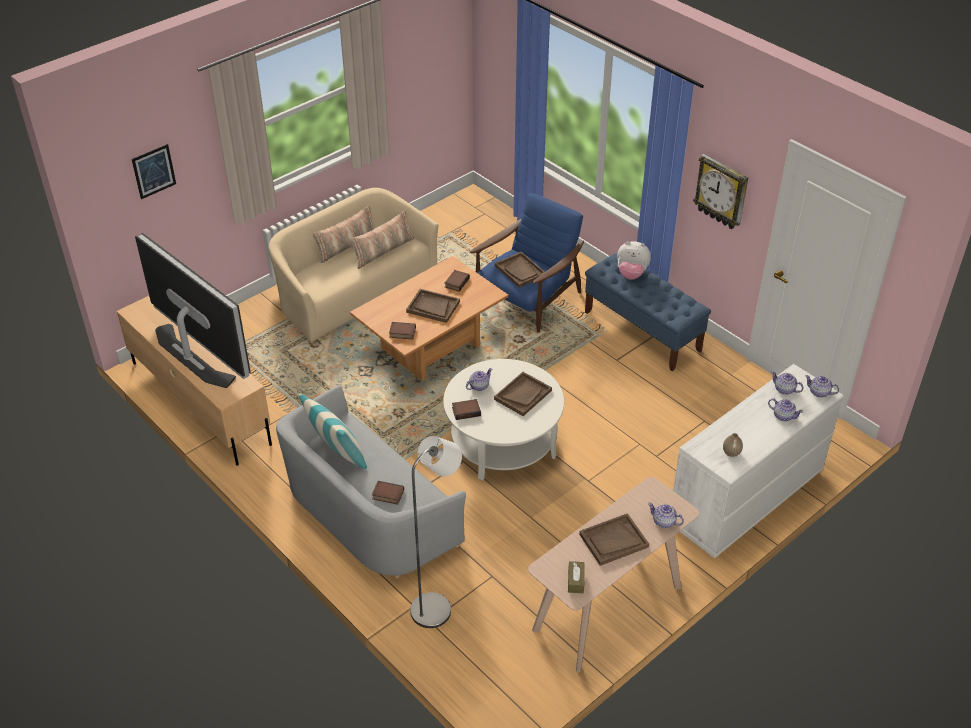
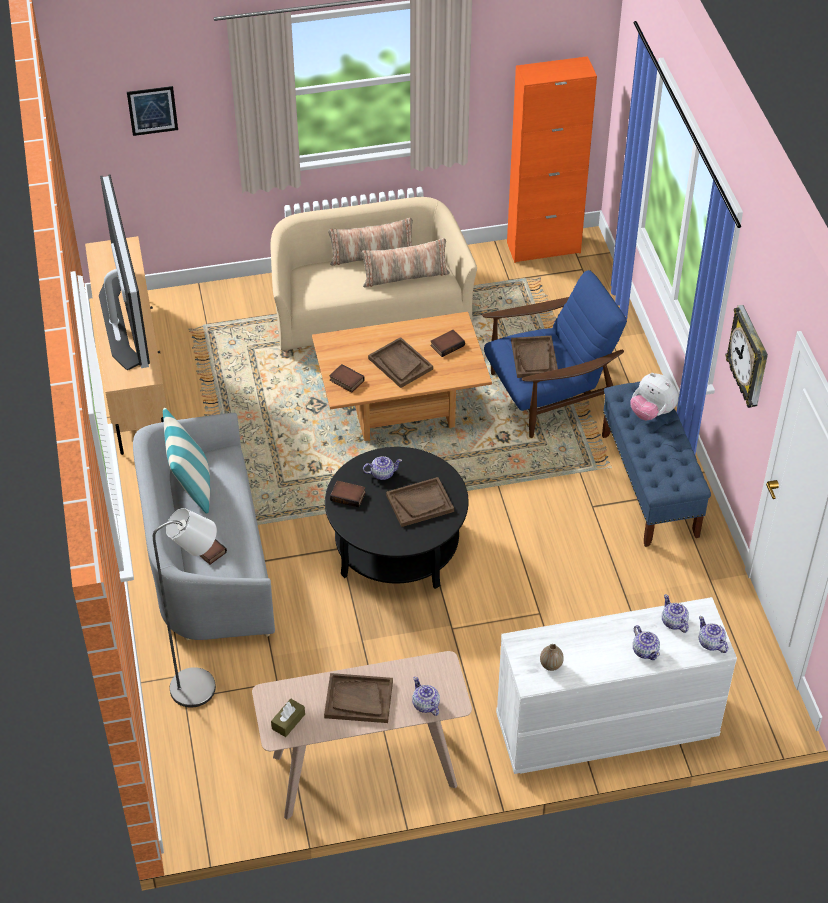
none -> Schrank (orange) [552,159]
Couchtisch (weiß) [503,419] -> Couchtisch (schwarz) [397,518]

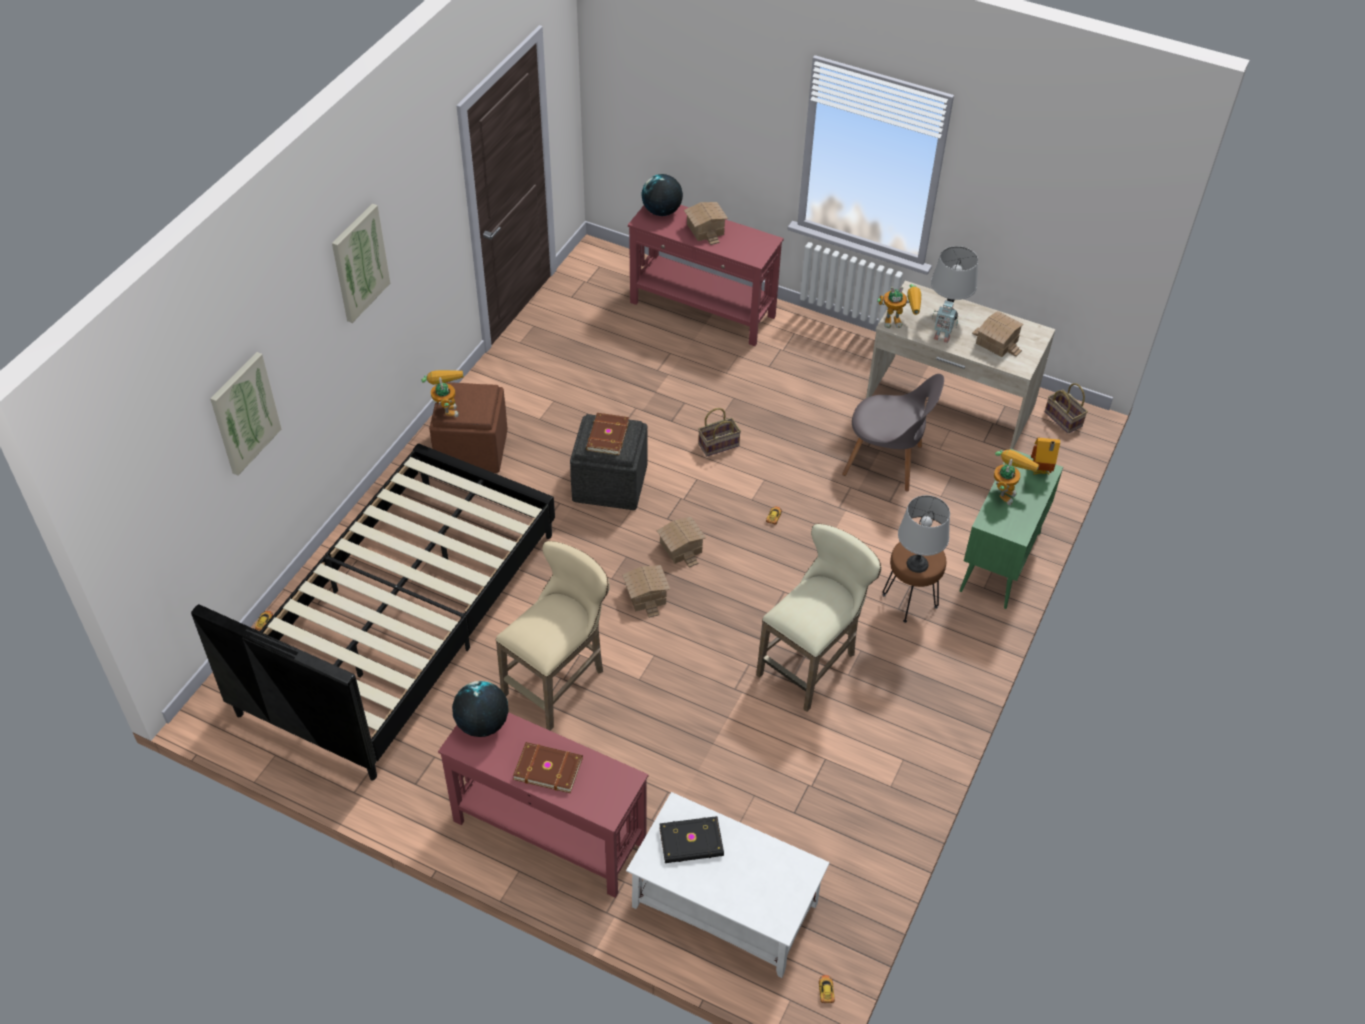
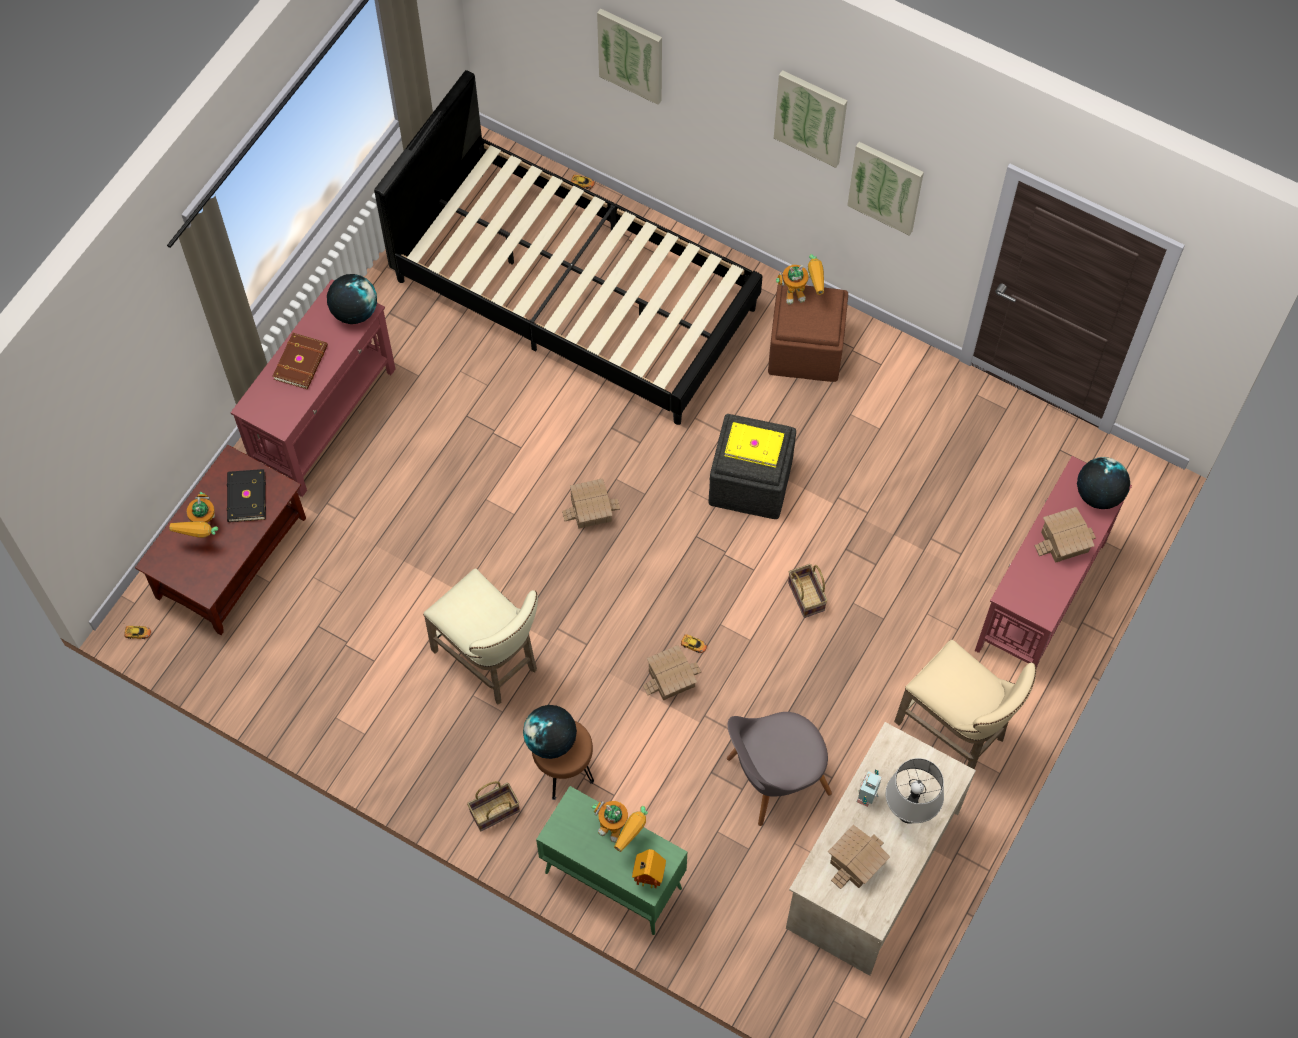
none -> Bild [885,189]
Hocker (beige) [552,636] -> Hocker (beige) [965,704], move
Spielzeughaus [681,542] -> Spielzeughaus [672,672], move
Spielzeugroboter [899,306] -> Spielzeugroboter [194,515], move
Korb [1066,408] -> Korb [493,806], move
Tischlampe (grau) [924,534] -> Globus [550,732]
Buch (braun) [607,434] -> Buch (gelb) [754,445]
Couchtisch (weiß) [728,885] -> Couchtisch (braun) [220,540]
Stuhl (grau) [893,433] -> Stuhl (grau) [779,769], 45 degrees clockwise

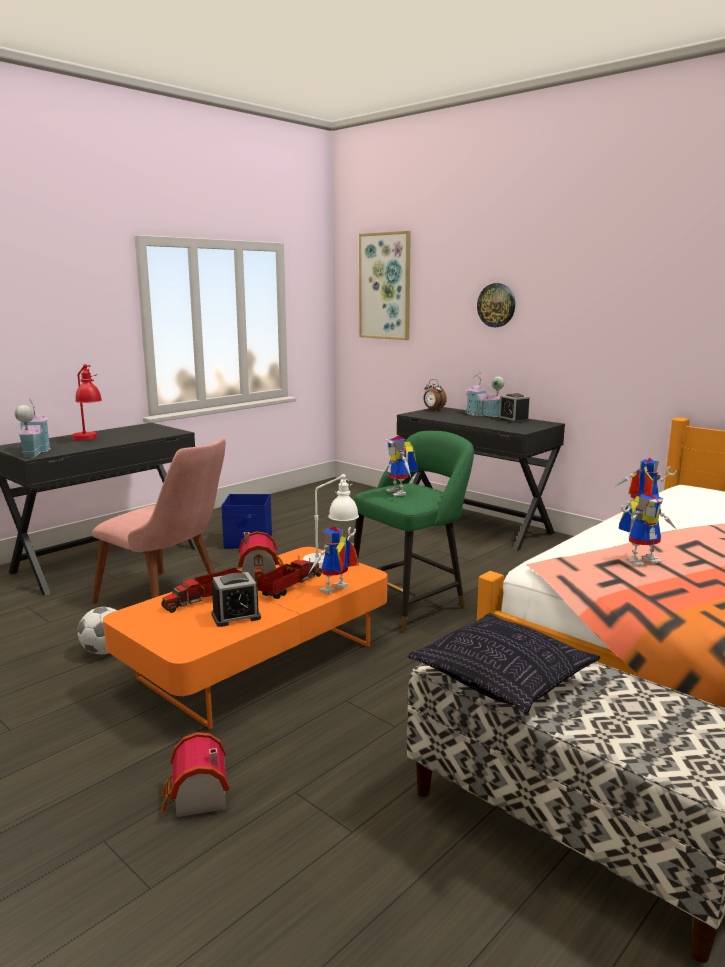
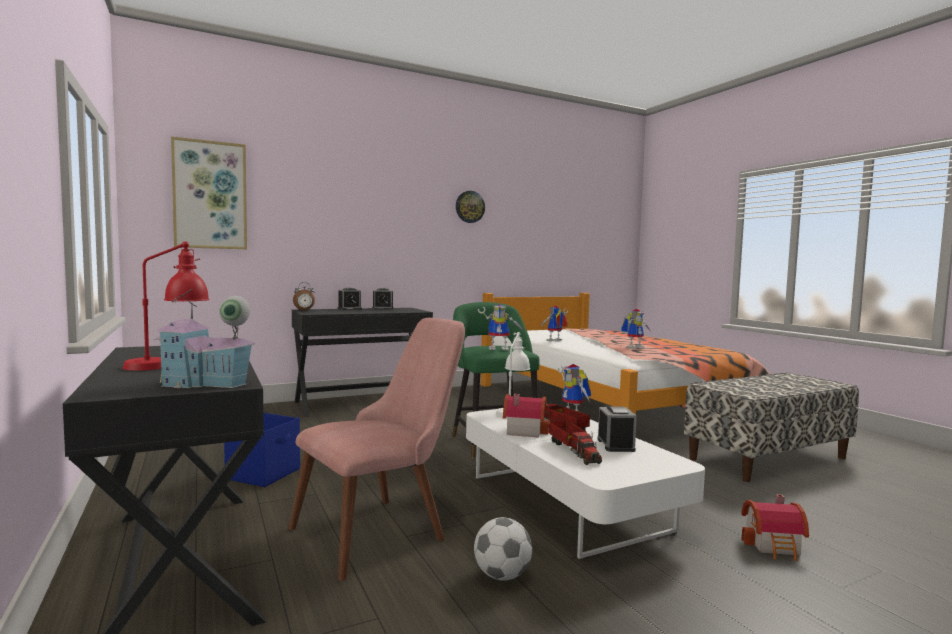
Kissen [503,663] -> none
Wanduhr [496,305] -> Wanduhr [470,207], move
Spielzeughaus [484,395] -> Wecker [350,299]
Couchtisch (orange) [245,638] -> Couchtisch (weiß) [585,481]
Spielzeugroboter [648,529] -> Spielzeugroboter [635,329], 60 degrees clockwise

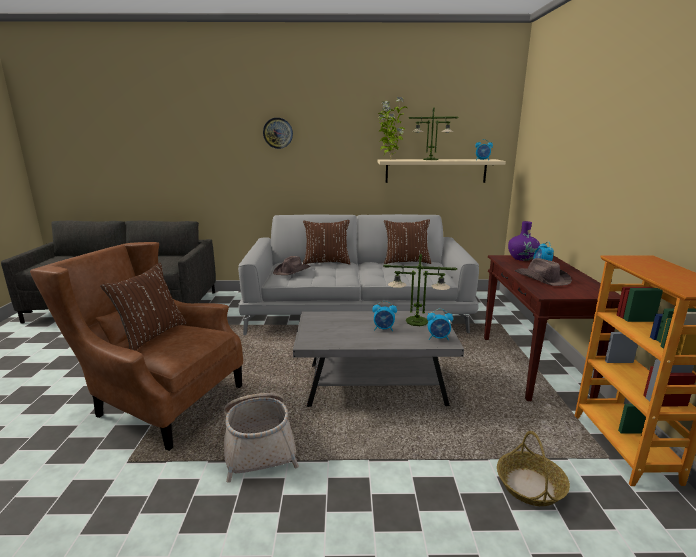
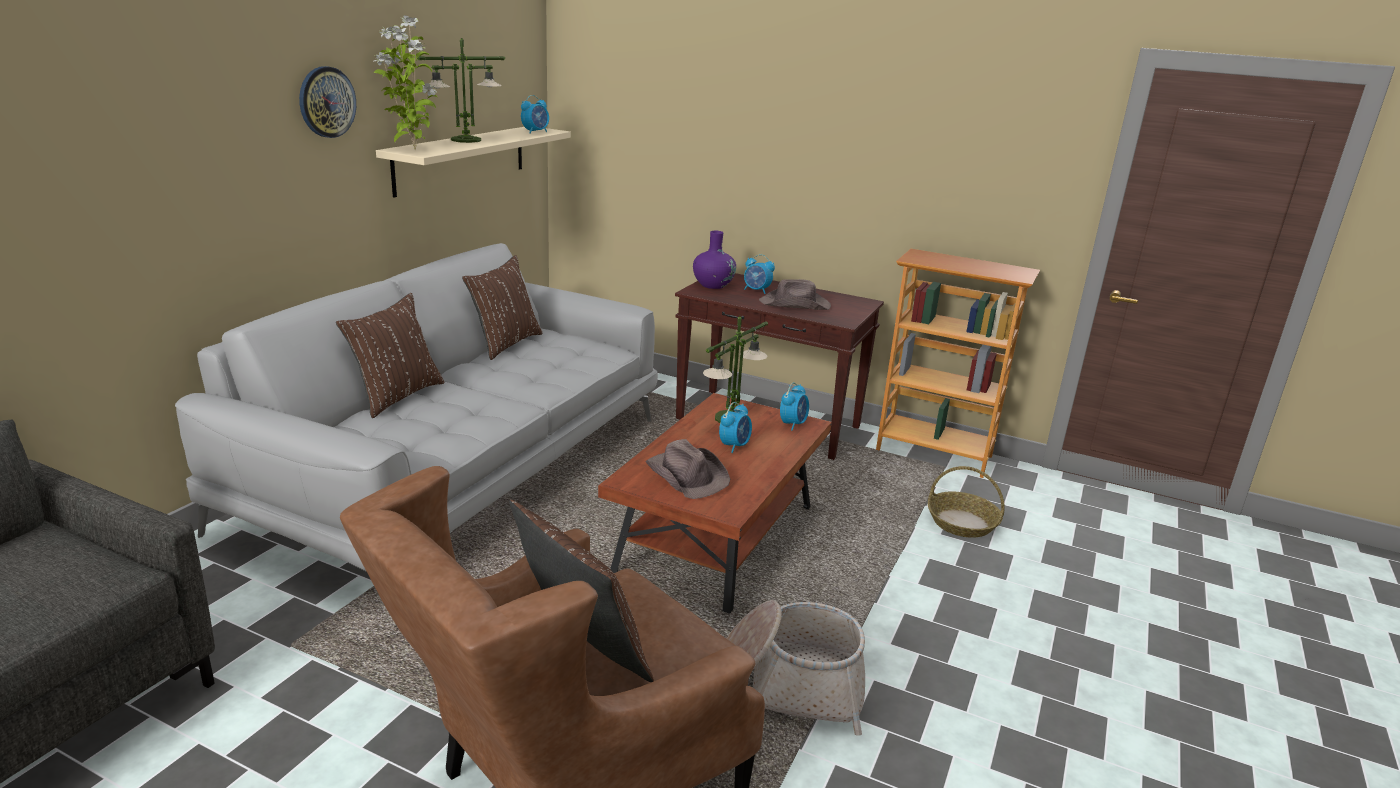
Wanduhr [278,133] -> Wanduhr [327,102], move
Hut (braun) [292,265] -> Hut (braun) [687,469], move
Couchtisch (grau) [378,359] -> Couchtisch (braun) [715,503]

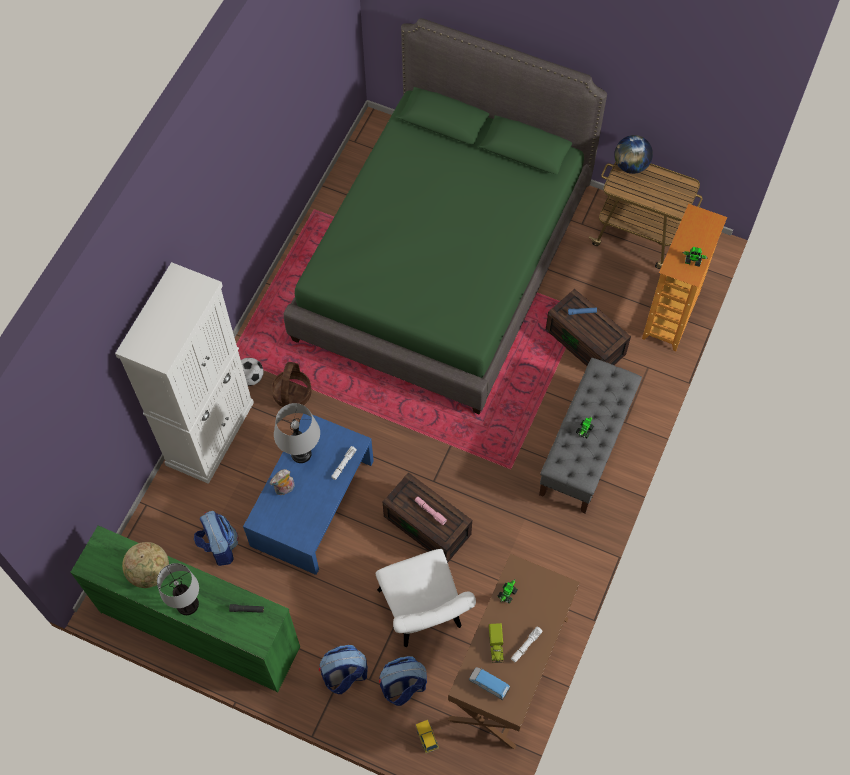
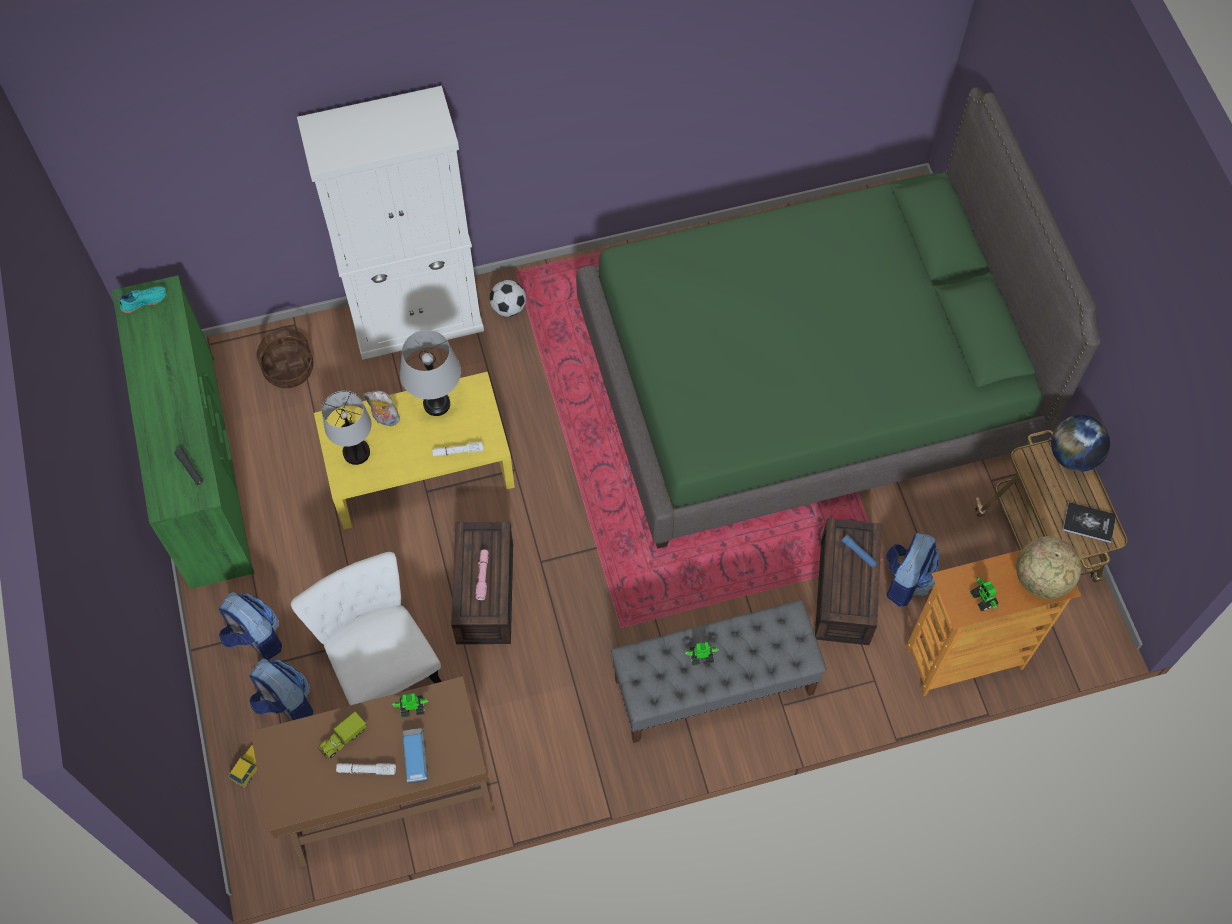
none -> Schuh (türkis) [141,299]
none -> Buch [1089,522]
Globus [145,565] -> Globus [1048,567], move
Tischlampe [178,589] -> Tischlampe [347,428], move
Rucksack [216,538] -> Rucksack [913,570], move
Korb [291,384] -> Korb [285,357], move
Spielzeugauto [489,683] -> Spielzeugauto [415,756], move
Couchtisch (blau) [308,494] -> Couchtisch (gelb) [414,451]
Stuhl (weiß) [426,598] -> Stuhl (weiß) [366,628], 120 degrees clockwise

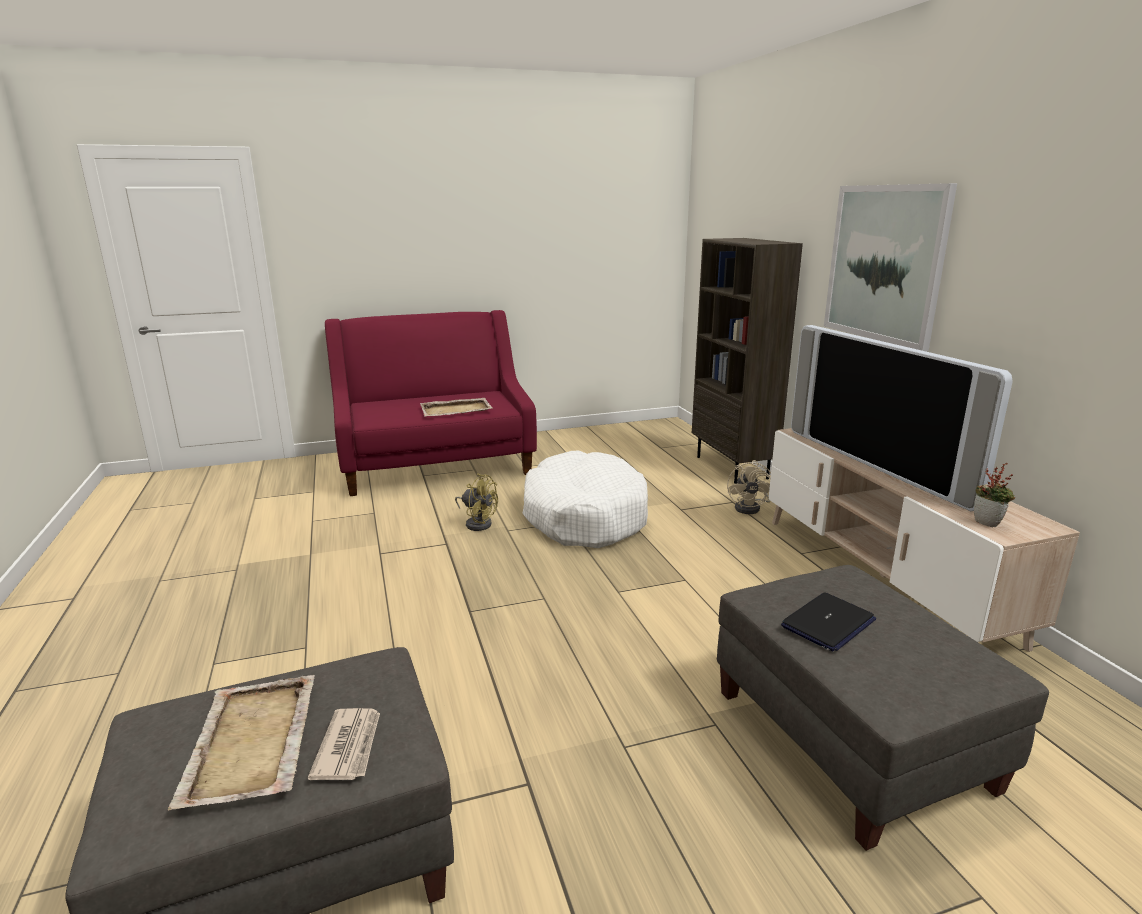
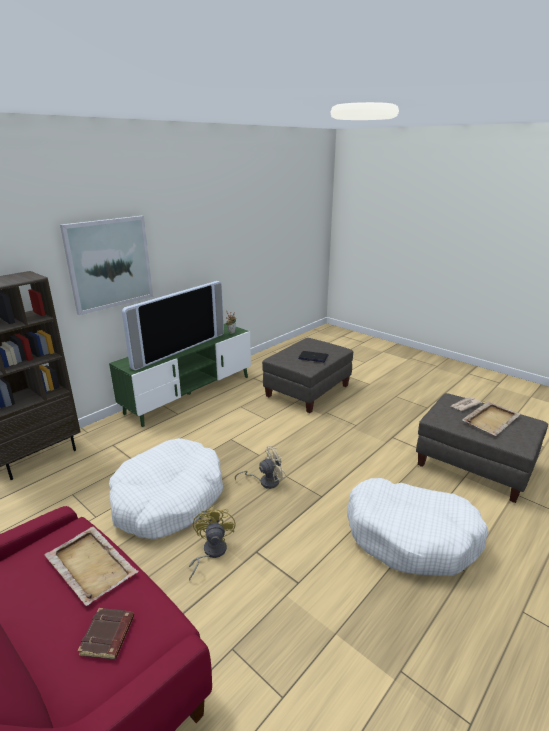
none -> Buch (braun) [105,633]
none -> Hundebett (weiß) [418,527]
Ventilator (beige) [749,487] -> Ventilator (beige) [260,467], move
Fernsehschrank (beige) [924,540] -> Fernsehschrank (grün) [180,375]

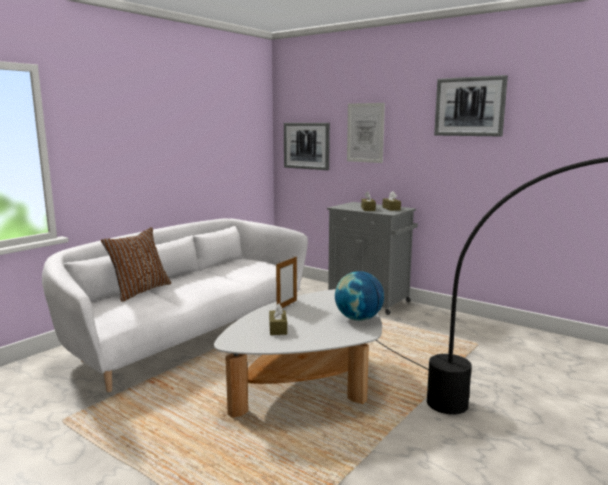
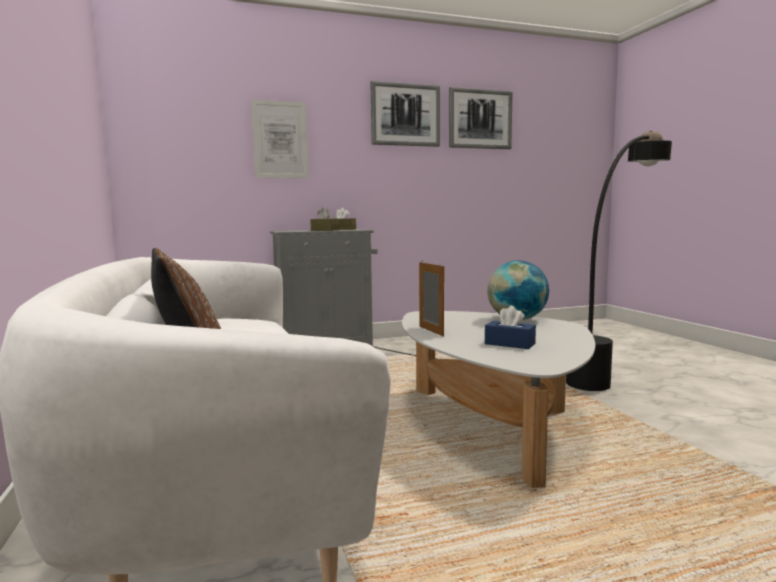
Bild [307,146] -> Bild [481,118], move
Taschentuchbox (braun) [278,319] -> Taschentuchbox (blau) [510,327]

